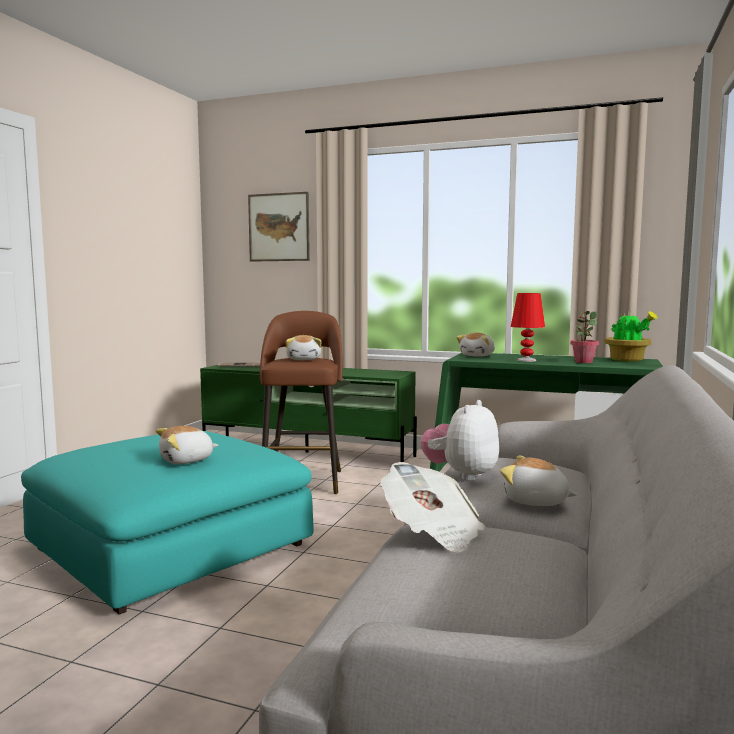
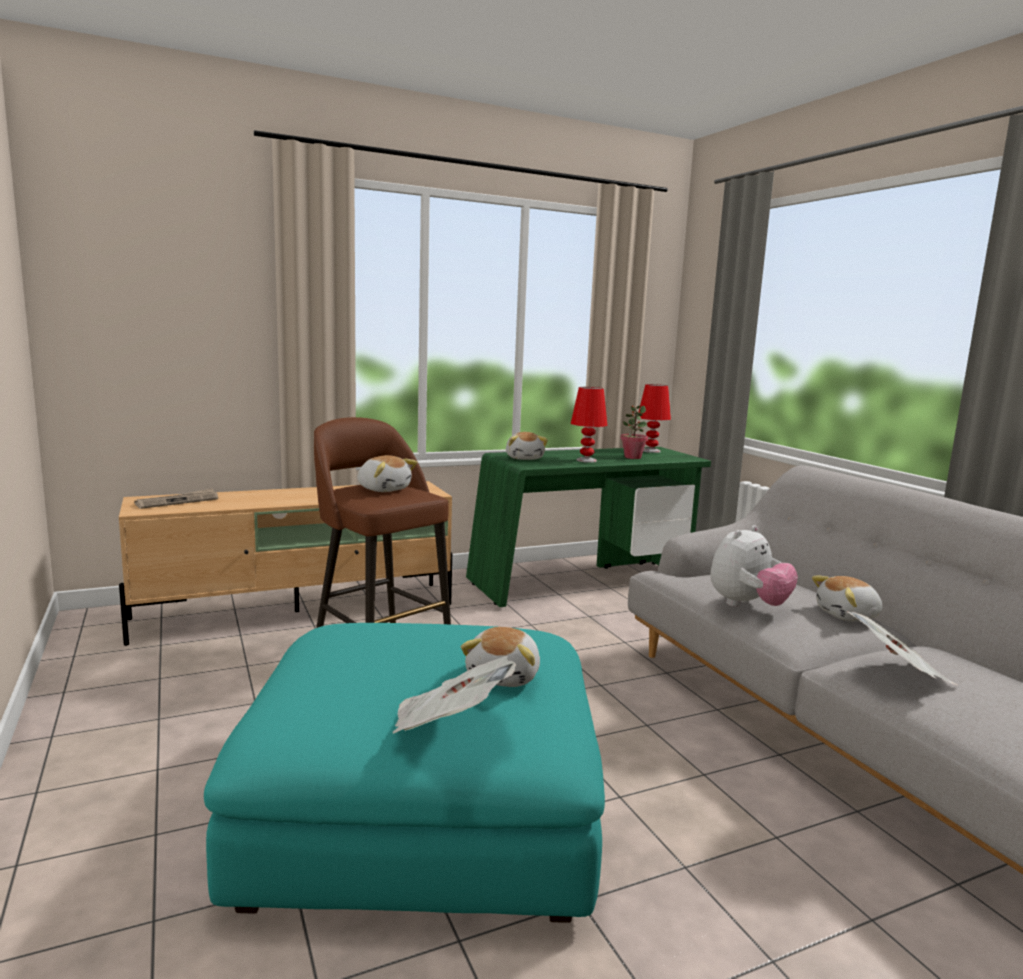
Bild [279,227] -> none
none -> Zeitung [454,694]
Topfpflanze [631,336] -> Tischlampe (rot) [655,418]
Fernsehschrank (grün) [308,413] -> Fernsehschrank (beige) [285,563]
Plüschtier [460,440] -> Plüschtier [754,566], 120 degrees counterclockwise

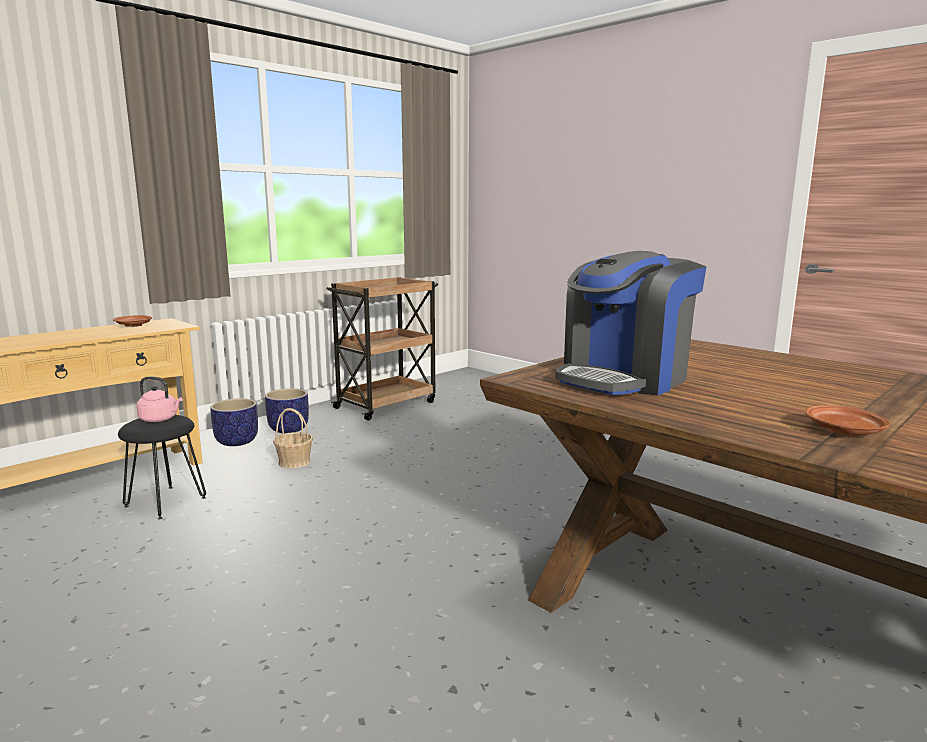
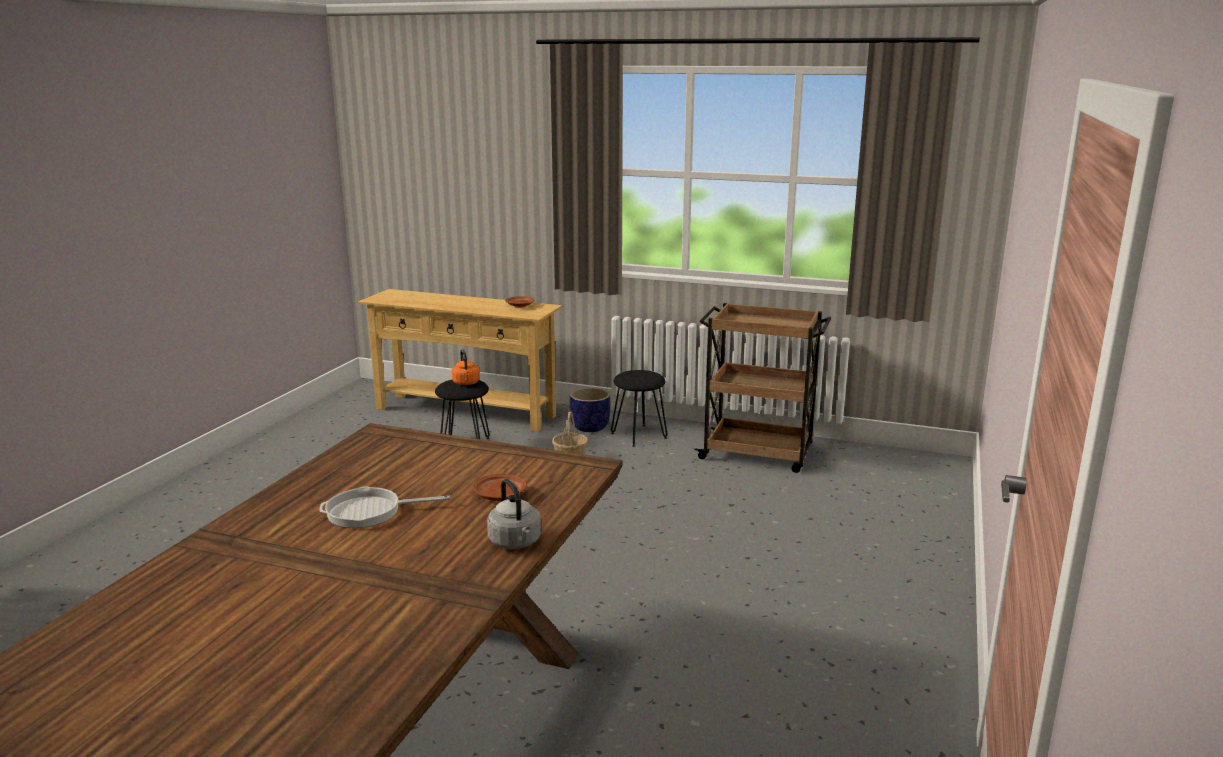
Kaffeemaschine [631,323] -> none
none -> Pfanne [384,507]
none -> Wasserkessel (grau) [514,514]
Teller (braun) [847,421] -> Teller (braun) [500,487], move
Pflanzkübel [287,410] -> Hocker (schwarz) [639,408]
Wasserkessel (rosa) [159,399] -> Wasserkessel (orange) [466,367]

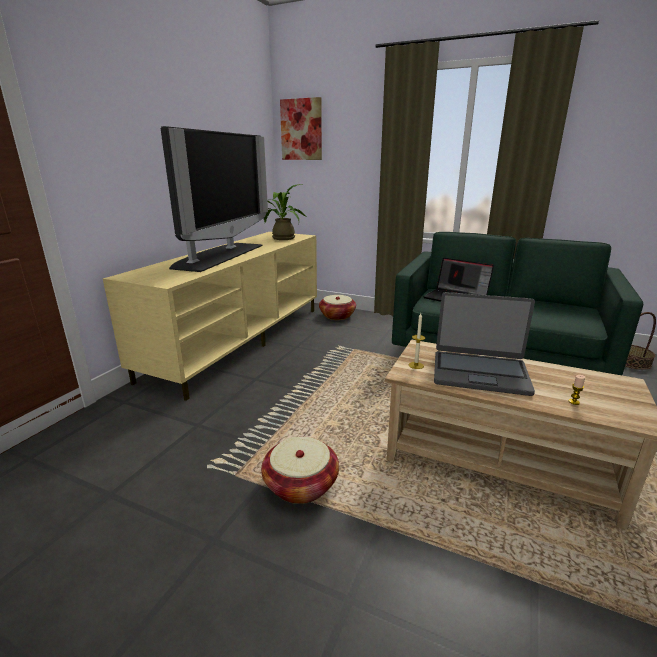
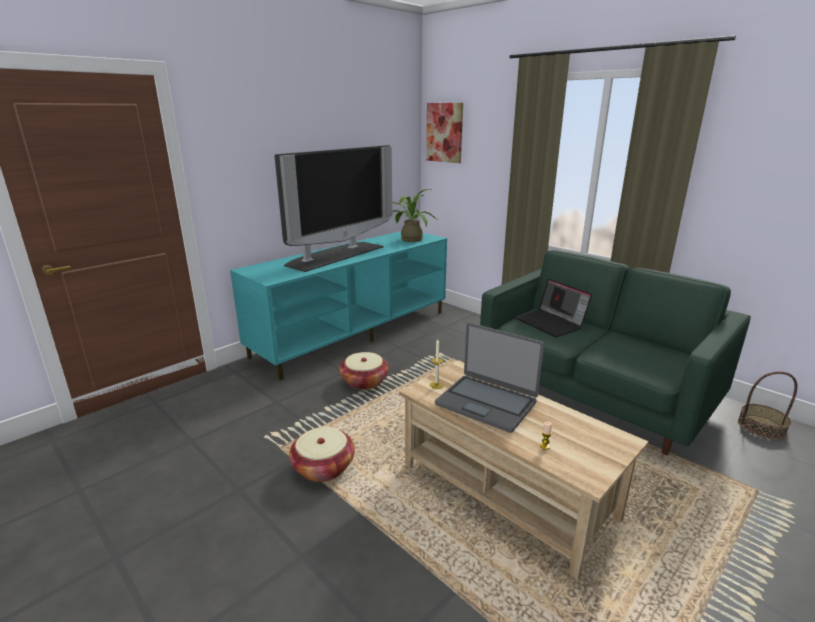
Korb [337,307] -> Korb [364,371], move
Fernsehschrank (beige) [210,316] -> Fernsehschrank (türkis) [338,305]

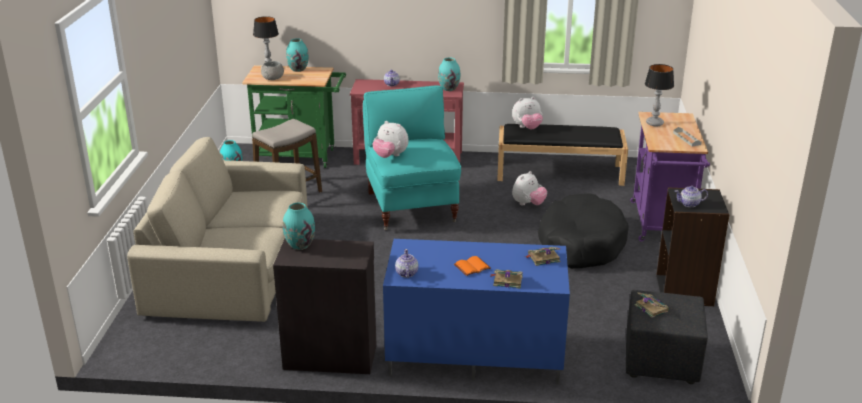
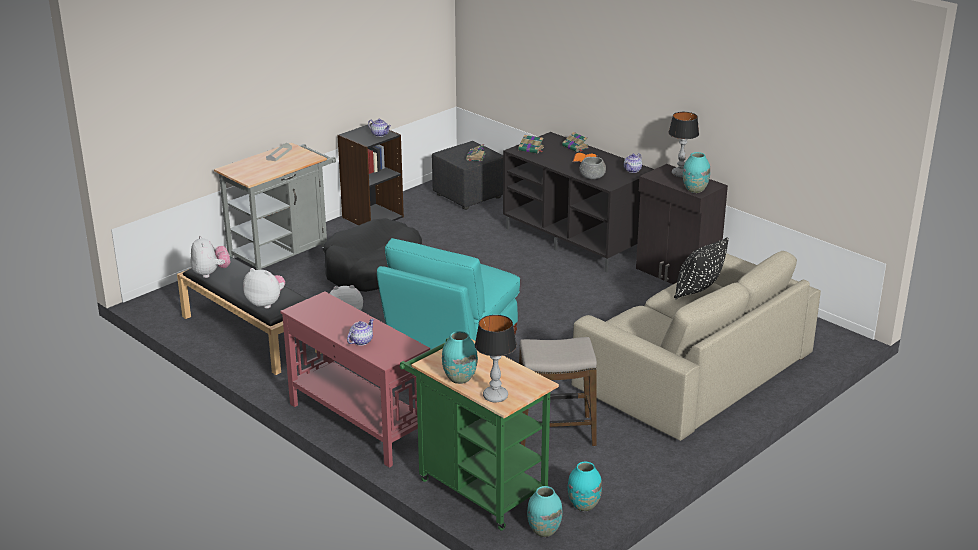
none -> Kissen (schwarz) [701,268]
Schüssel (grau) [272,70] -> Schüssel (grau) [593,168], move
Plüschtier [391,139] -> Plüschtier [210,257], move
Vase (türkis) [449,74] -> Vase (türkis) [544,511], move
Tischlampe [659,95] -> Tischlampe [684,144], move
Fernsehschrank (blau) [476,312] -> Fernsehschrank (schwarz) [578,202]
Rollwagen (lila) [670,176] -> Rollwagen (grau) [275,206]

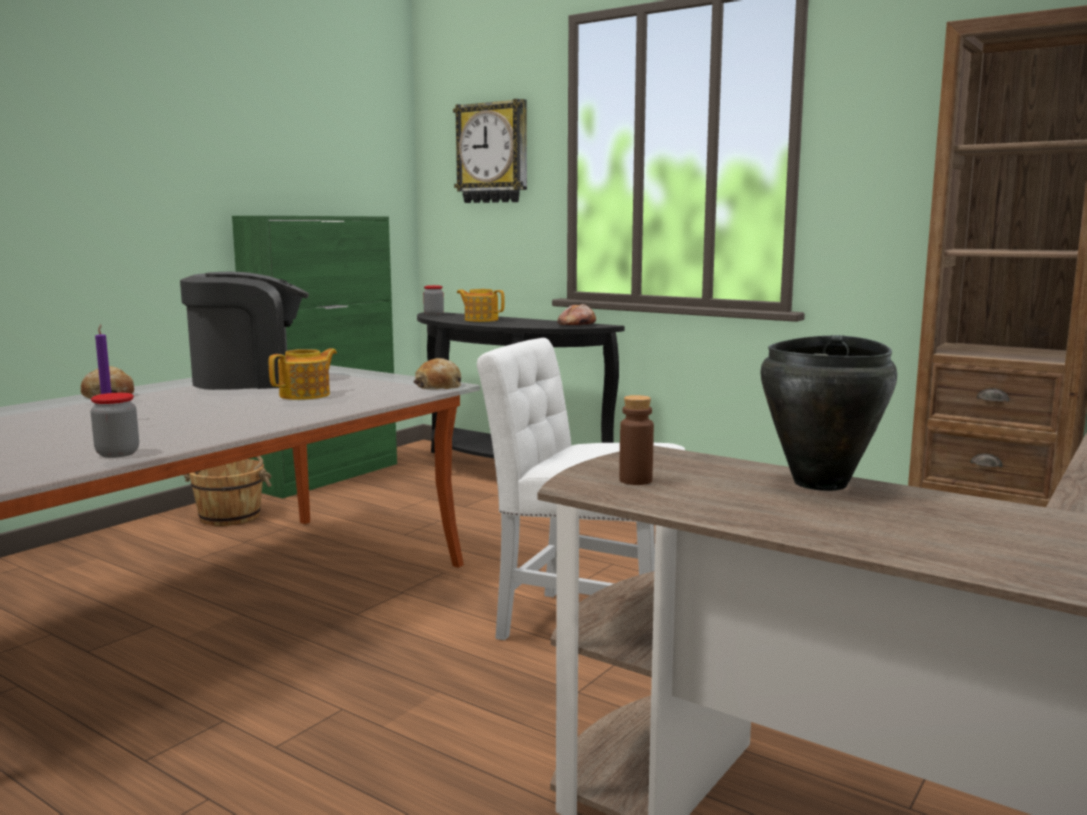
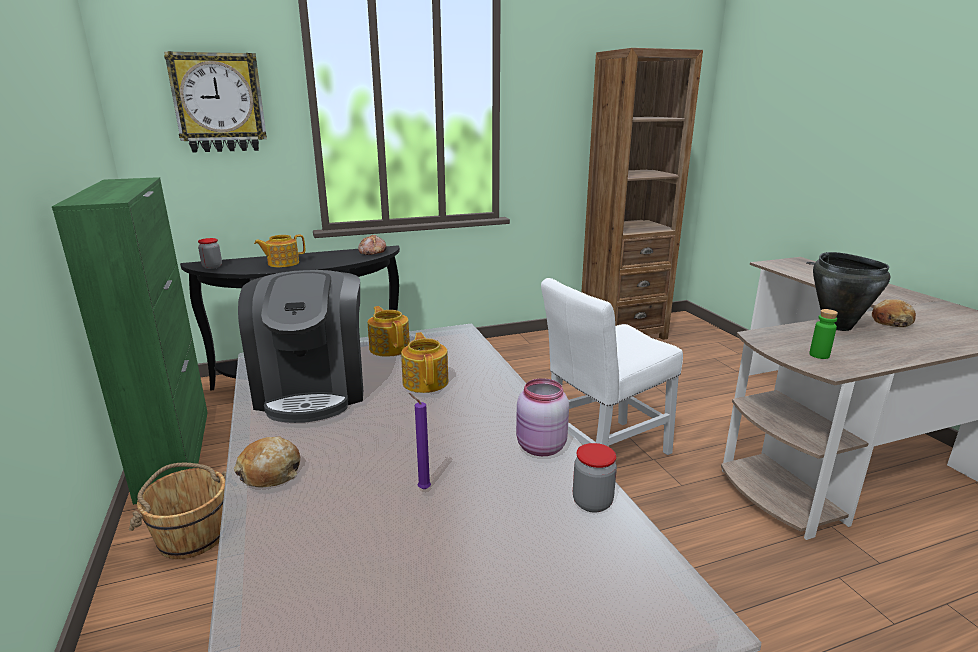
none -> Teekanne [389,331]
none -> Vorratsglas (rosa) [542,417]
Brot [437,374] -> Brot [894,313], move
Flasche (braun) [636,440] -> Flasche (grün) [823,334]
Kaffeemaschine [244,331] -> Kaffeemaschine [300,346], 150 degrees clockwise

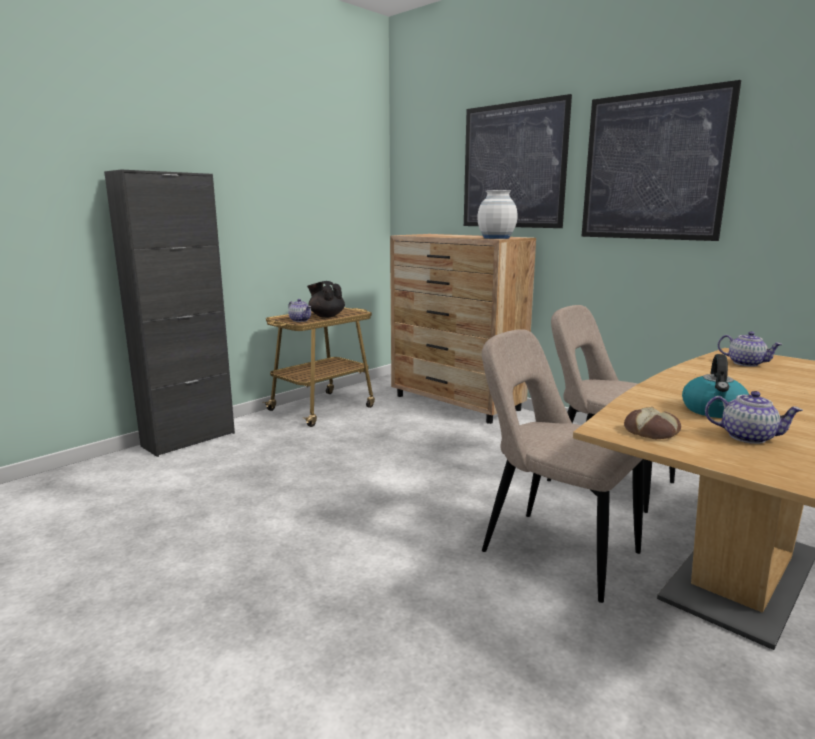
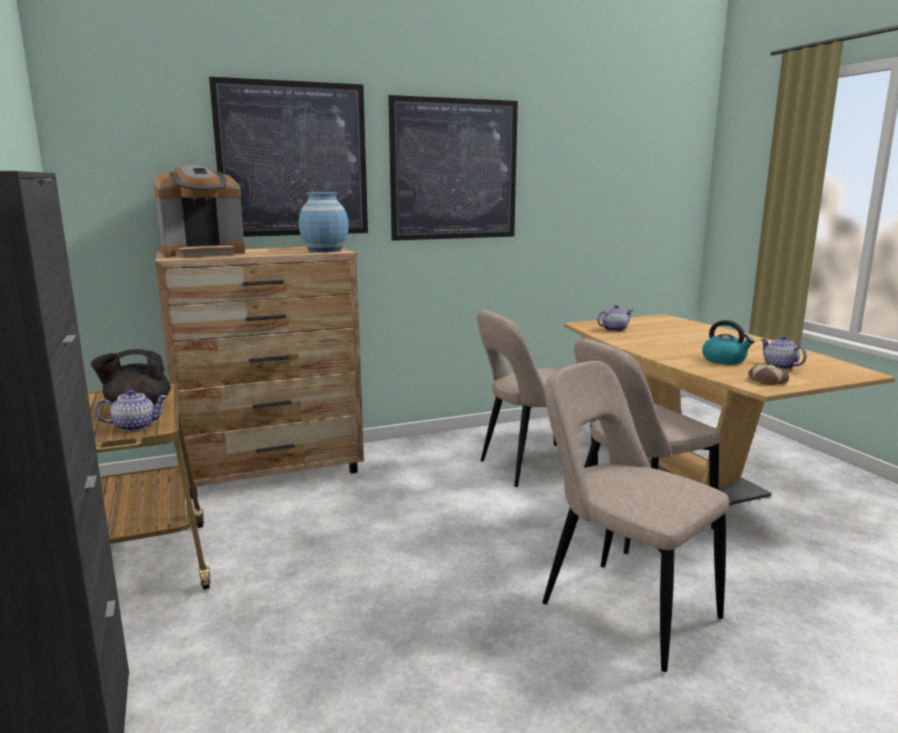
none -> Kaffeemaschine [199,211]
none -> Stuhl (beige) [635,516]
Vase (weiß) [497,214] -> Vase (blau) [324,222]
Teekanne [754,417] -> Teekanne [784,353], 75 degrees counterclockwise

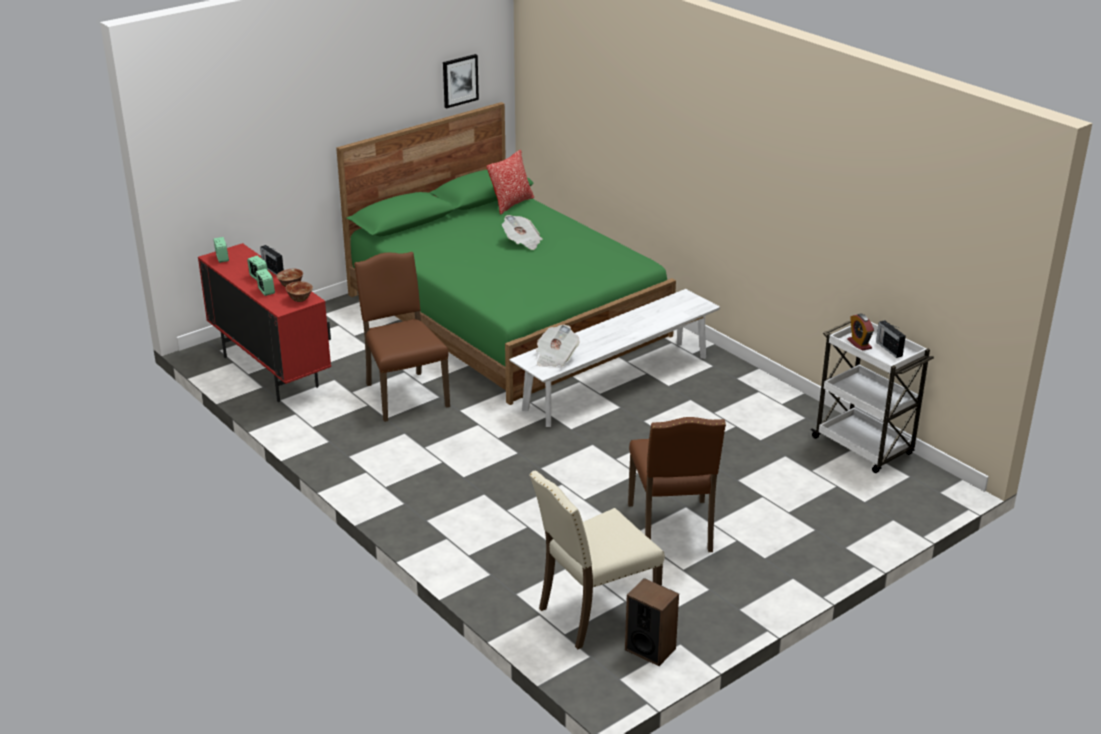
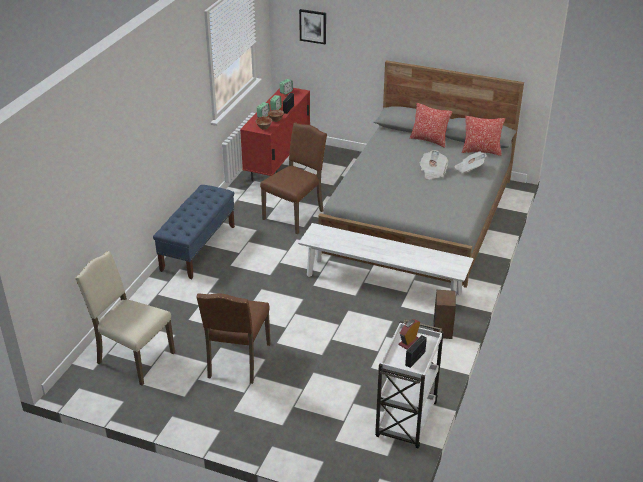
none -> Bank (blau) [194,232]
none -> Kissen [431,125]
Bild [461,81] -> Bild [312,26], move
Zeitung [558,346] -> Zeitung [471,162], move
Lautsprecher [652,622] -> Lautsprecher [444,314], move
Bett (grün) [506,253] -> Bett (grau) [421,174]
Stuhl (braun) [677,484] -> Stuhl (braun) [233,338], 45 degrees counterclockwise

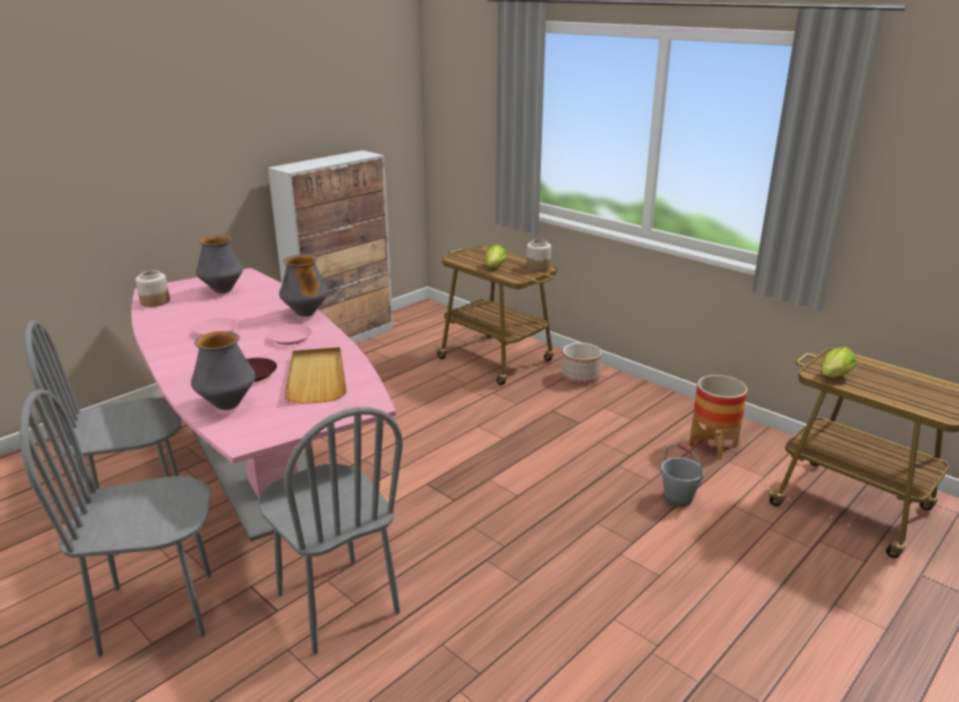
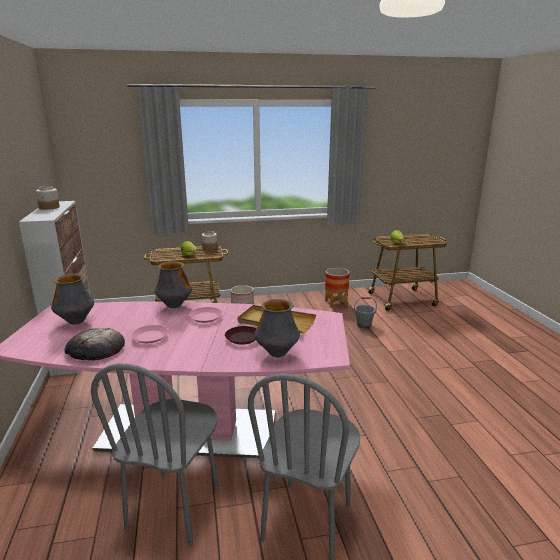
Stuhl (grau) [331,530] -> none
none -> Brot [94,344]
Vorratsglas [153,288] -> Vorratsglas [48,198], move

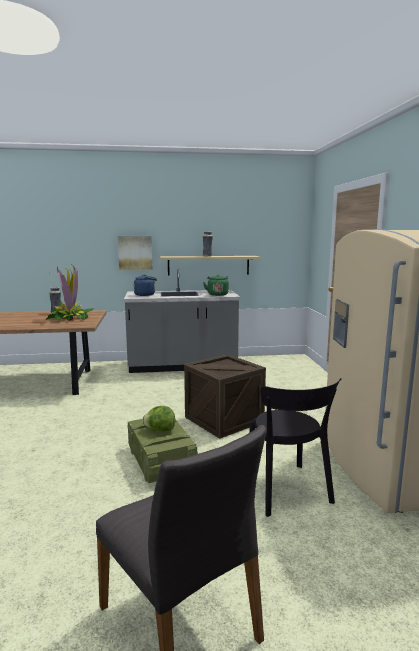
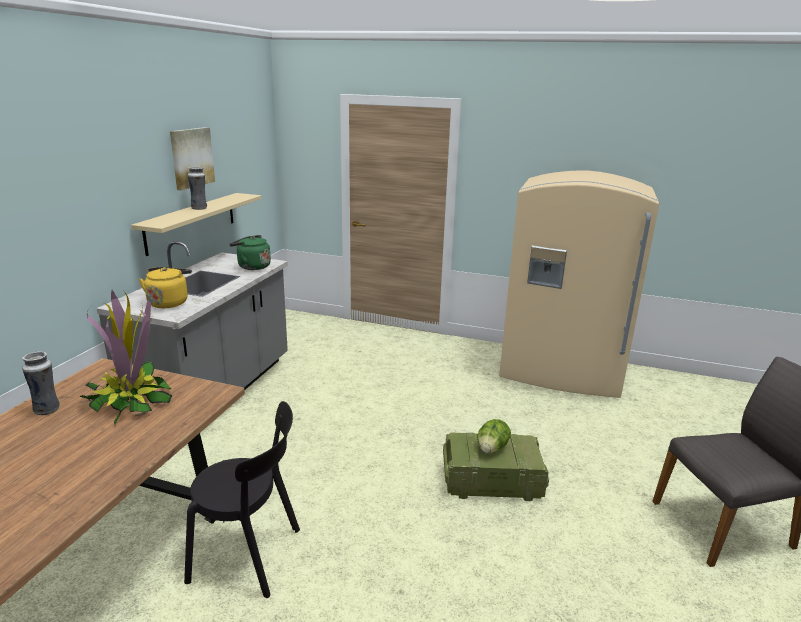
Kiste [225,396] -> none
Bild [135,253] -> Bild [192,158], move
Stuhl (schwarz) [295,447] -> Stuhl (schwarz) [242,499], move
Wasserkessel (blau) [145,285] -> Wasserkessel (gelb) [165,287]

